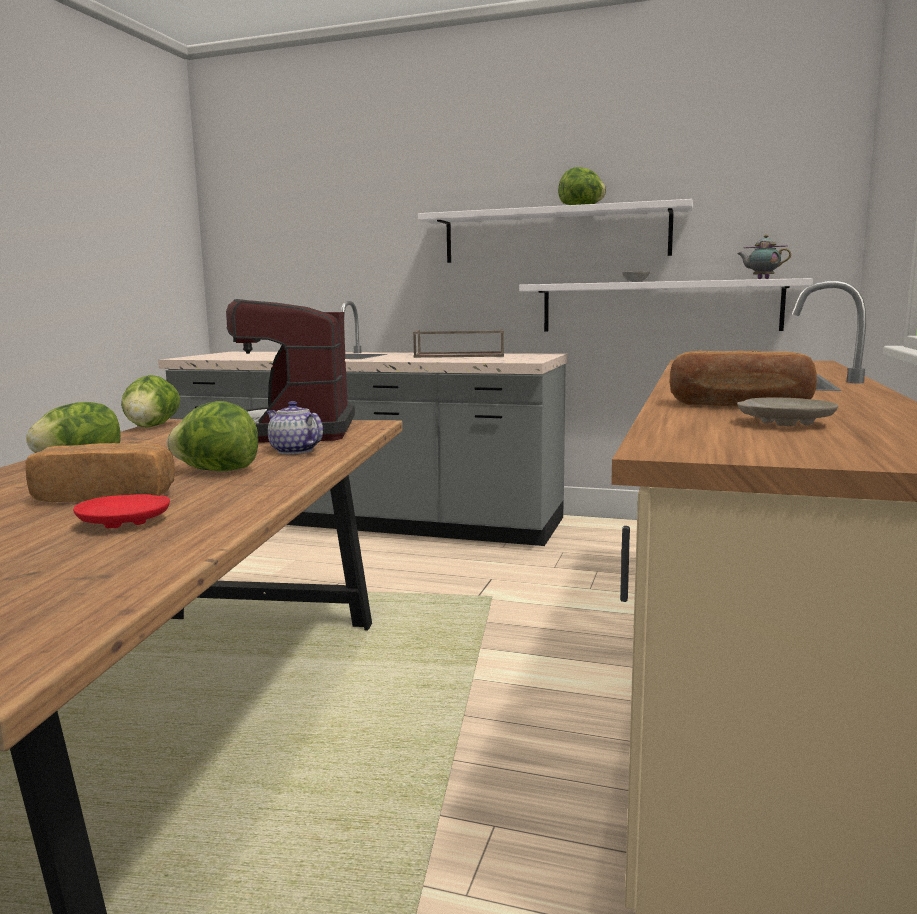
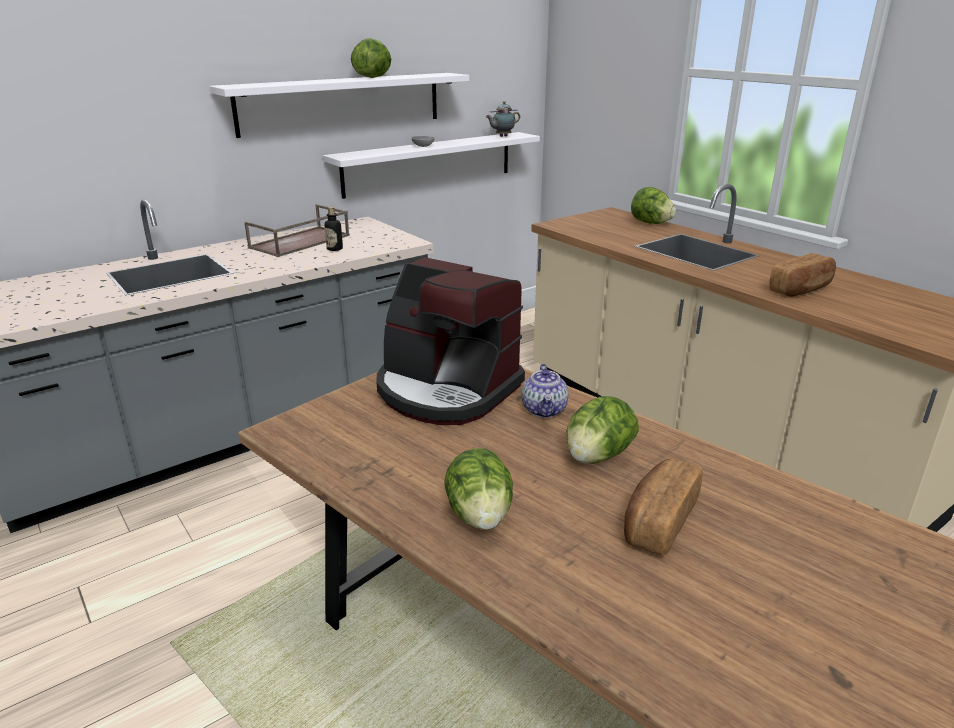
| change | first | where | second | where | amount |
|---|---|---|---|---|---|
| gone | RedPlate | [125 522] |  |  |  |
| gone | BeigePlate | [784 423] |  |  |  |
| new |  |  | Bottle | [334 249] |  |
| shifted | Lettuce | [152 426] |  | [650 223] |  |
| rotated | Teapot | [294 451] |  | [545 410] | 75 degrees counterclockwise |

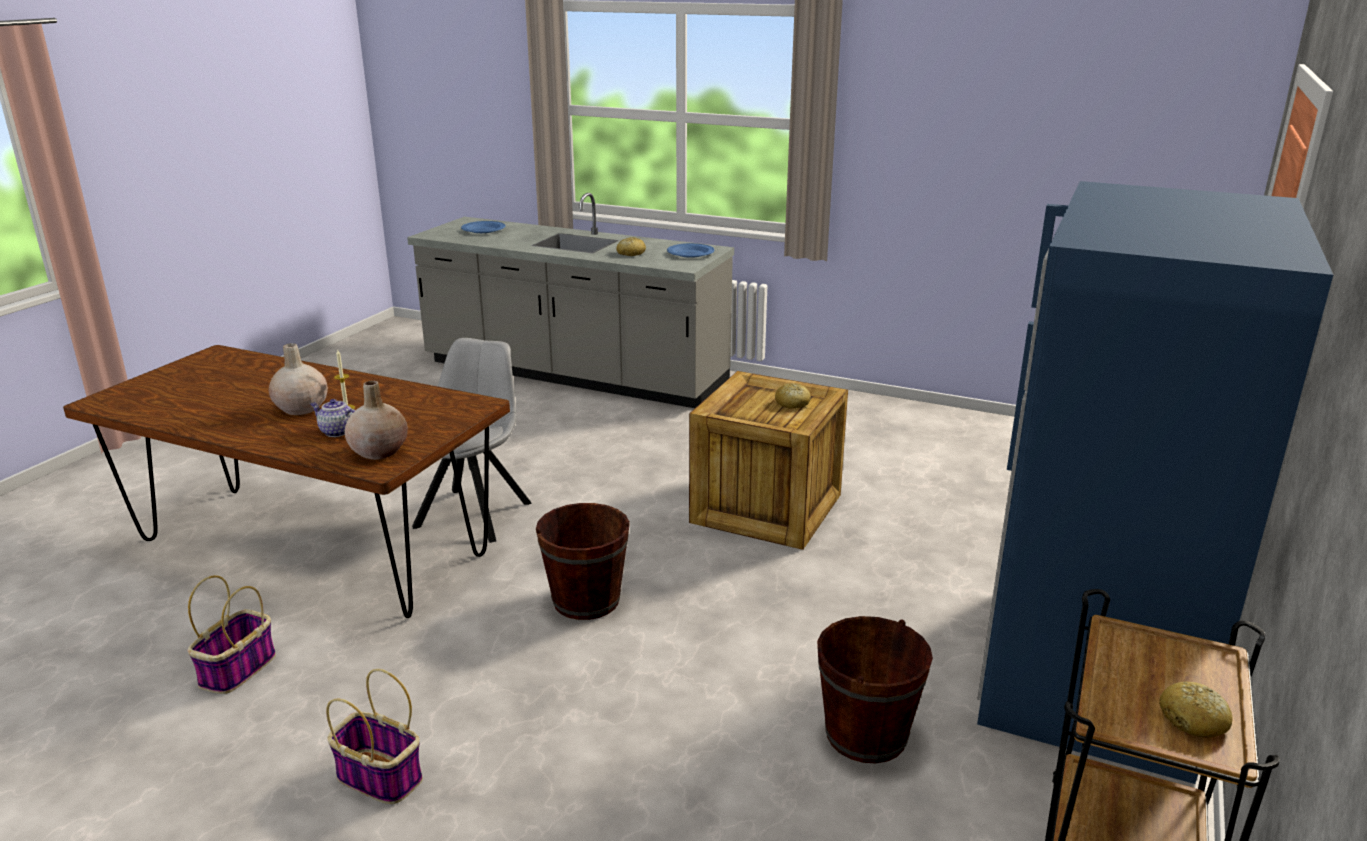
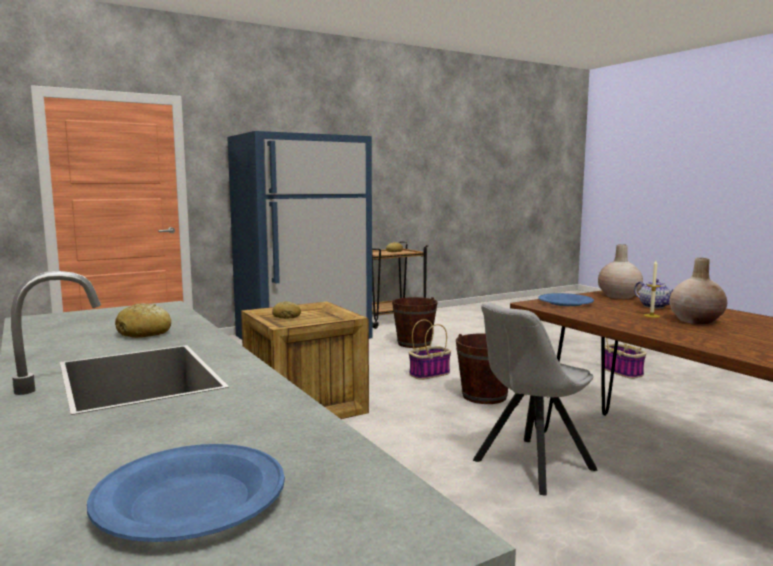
| change | first | where | second | where | amount |
|---|---|---|---|---|---|
| shifted | Basket | [237 670] |  | [429 374] |  |
| shifted | BluePlate | [690 253] |  | [565 303] |  |

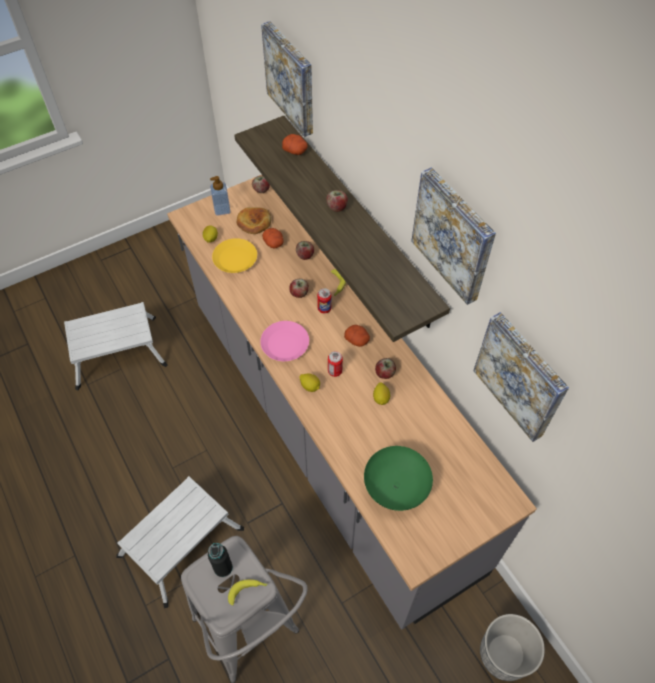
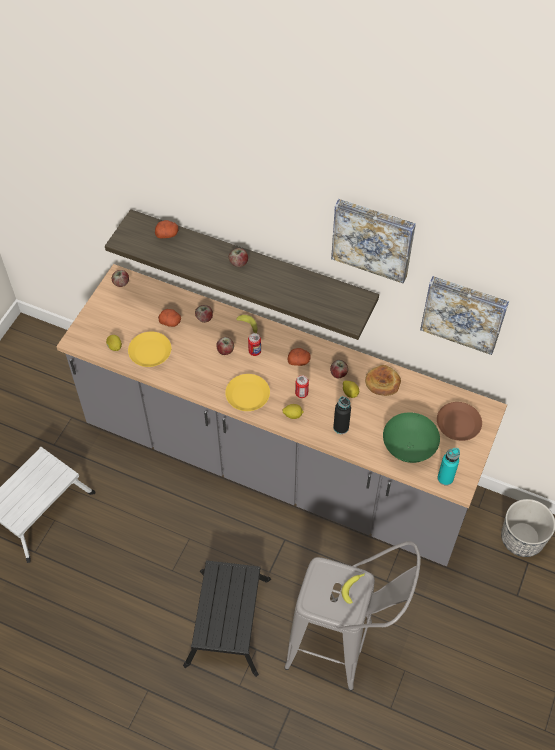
| change | first | where | second | where | amount |
|---|---|---|---|---|---|
| gone | SoapDispenser | [222 209] |  |  |  |
| gone | Picture | [292 78] |  |  |  |
| new |  |  | BrownPlate | [458 424] |  |
| new |  |  | TurquoiseBottle | [445 478] |  |
| shifted | BlackBottle | [223 568] |  | [341 427] |  |
| shifted | Bread | [254 222] |  | [382 382] |  |
| repainted | WhiteStepLadder | [180 542] | BlackStepLadder | [228 622] |  |
| repainted | PinkPlate | [285 344] | YellowPlate | [248 395] |  |

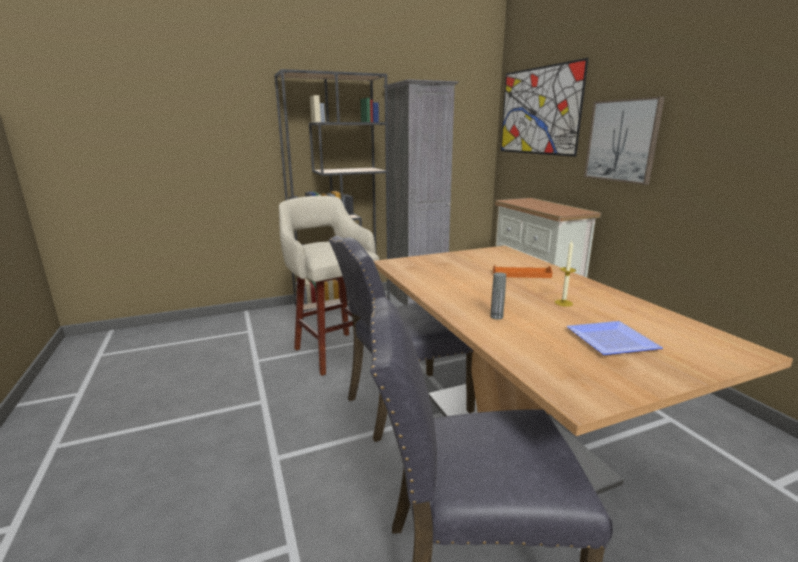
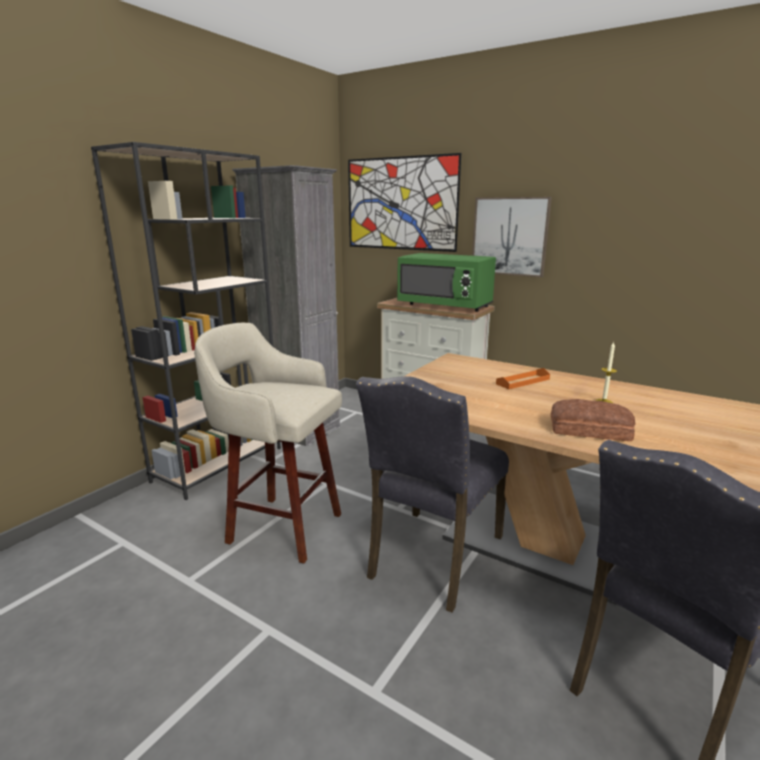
| change | first | where | second | where | amount |
|---|---|---|---|---|---|
| gone | Plate | [615 341] |  |  |  |
| new |  |  | GreenMicrowave | [445 306] |  |
| swapped | GreyBottle | [496 317] | Bread | [590 430] |  |

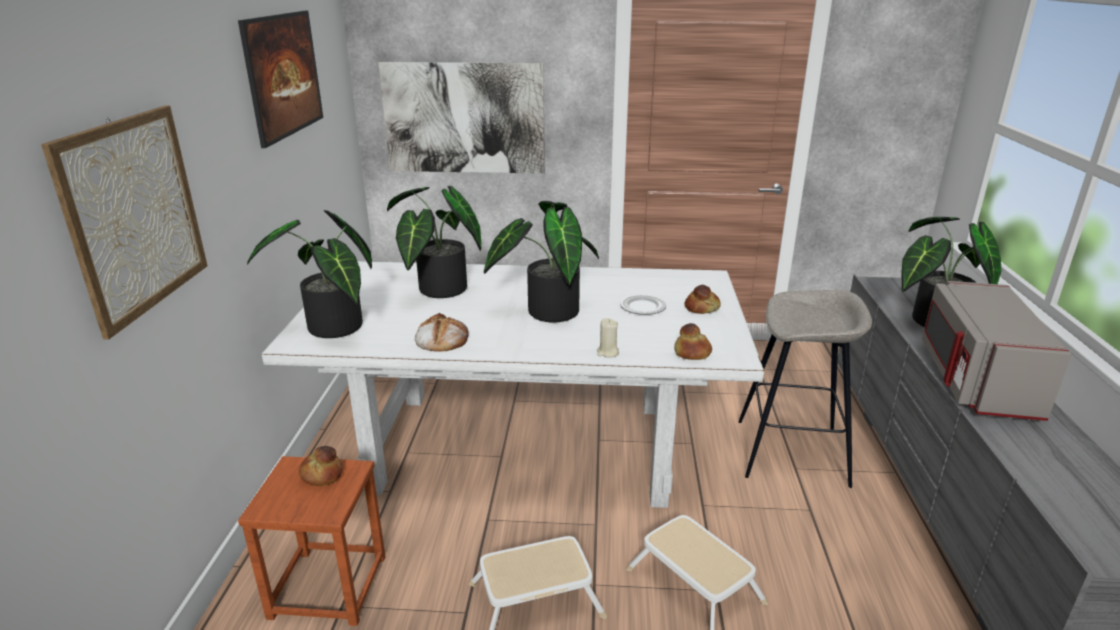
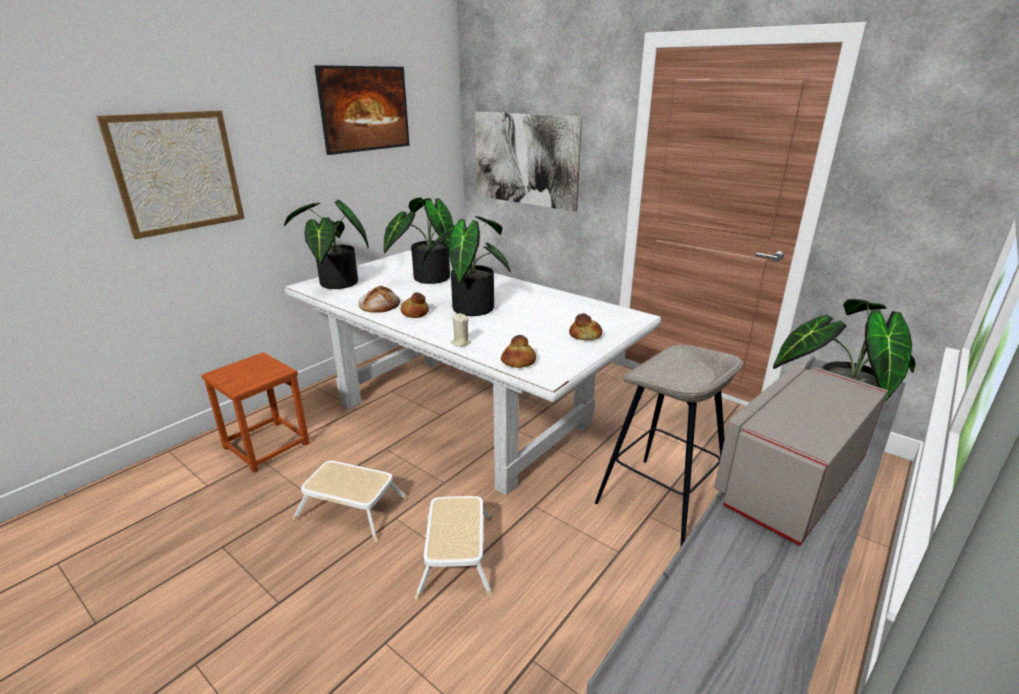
| change | first | where | second | where | amount |
|---|---|---|---|---|---|
| gone | Plate | [642 307] |  |  |  |
| shifted | Bread | [322 474] |  | [415 313] |  |

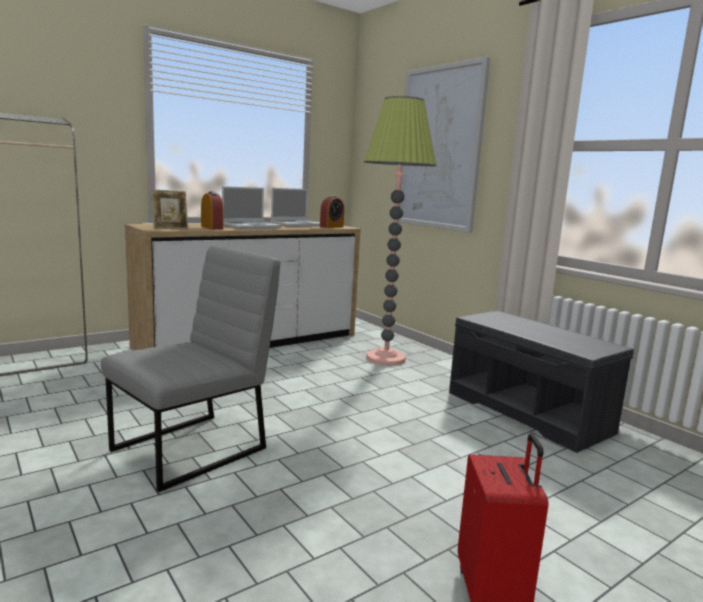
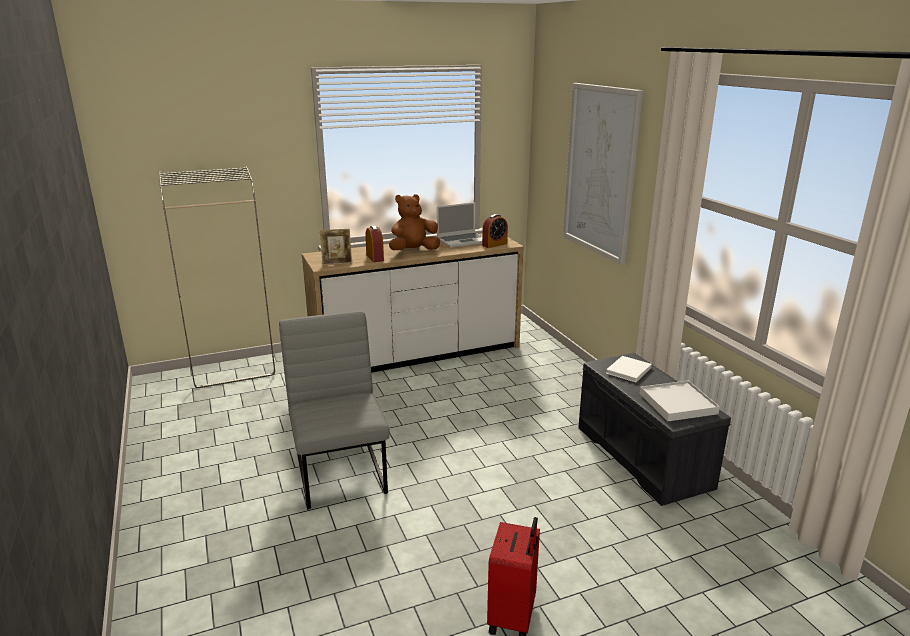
| change | first | where | second | where | amount |
|---|---|---|---|---|---|
| gone | FloorLamp | [385 358] |  |  |  |
| new |  |  | WhiteBook | [628 371] |  |
| new |  |  | WhiteTray | [677 403] |  |
| swapped | Laptop | [251 226] | BrownPlushToy | [413 251] |  |
| rotated | GreyChair | [194 448] |  | [341 471] | 75 degrees counterclockwise |

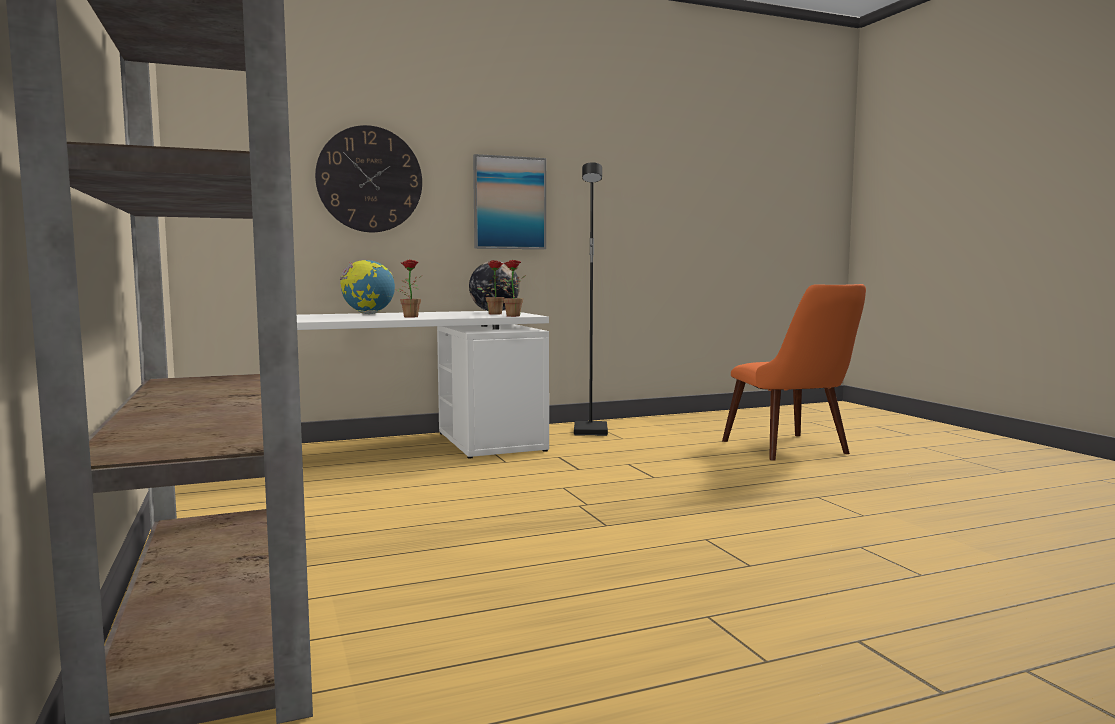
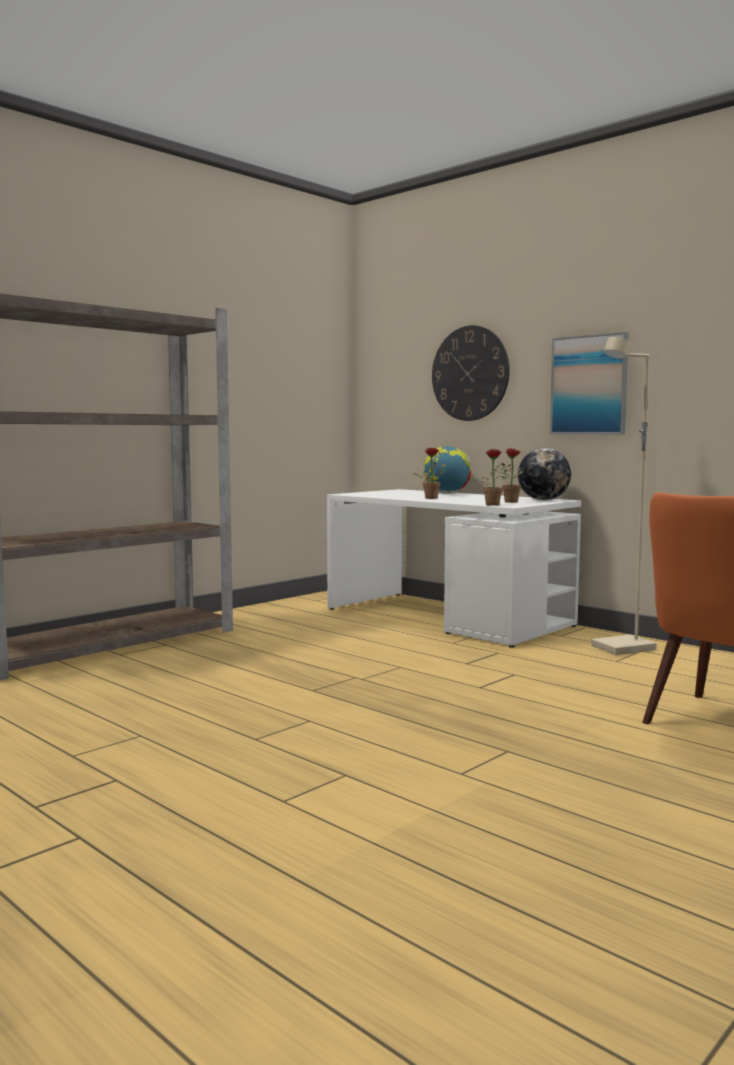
| change | first | where | second | where | amount |
|---|---|---|---|---|---|
| repainted | BlackFloorLamp | [592 431] | BeigeFloorLamp | [623 648] |  |

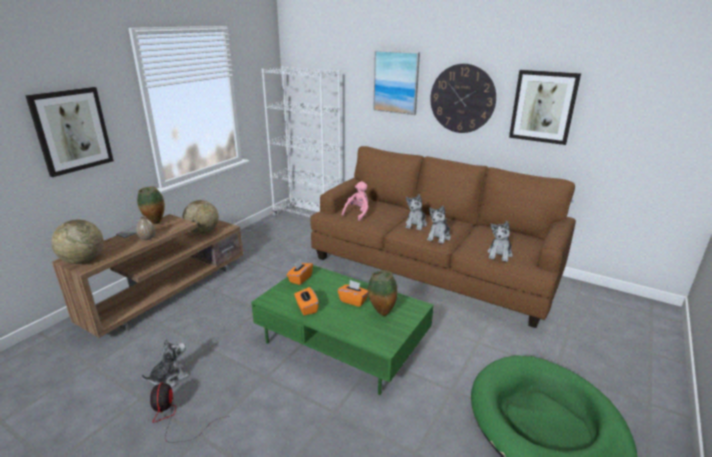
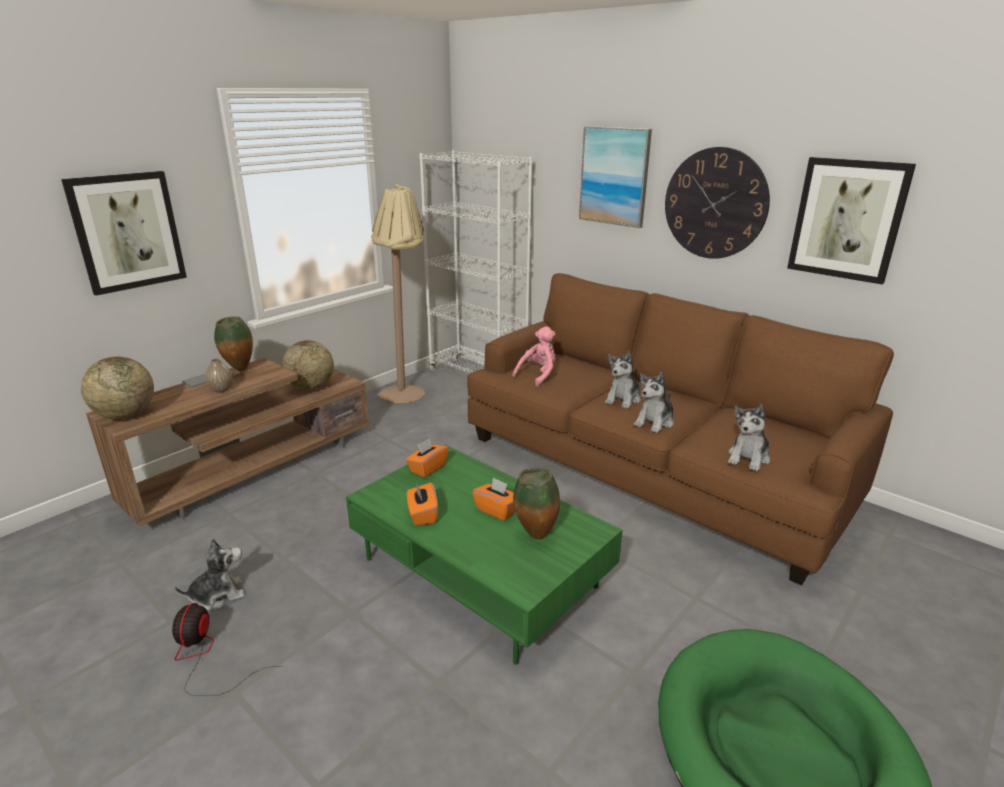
| change | first | where | second | where | amount |
|---|---|---|---|---|---|
| new |  |  | BeigeFloorLamp | [406 399] |  |

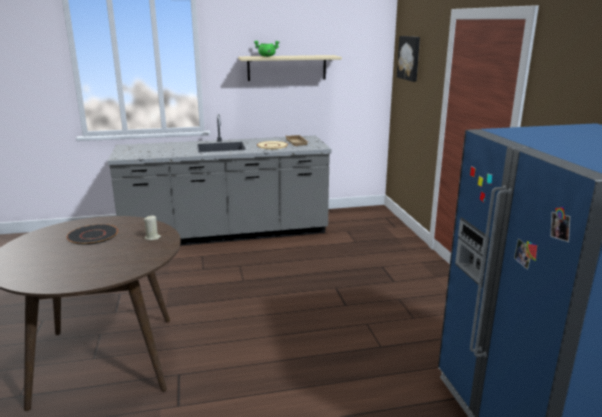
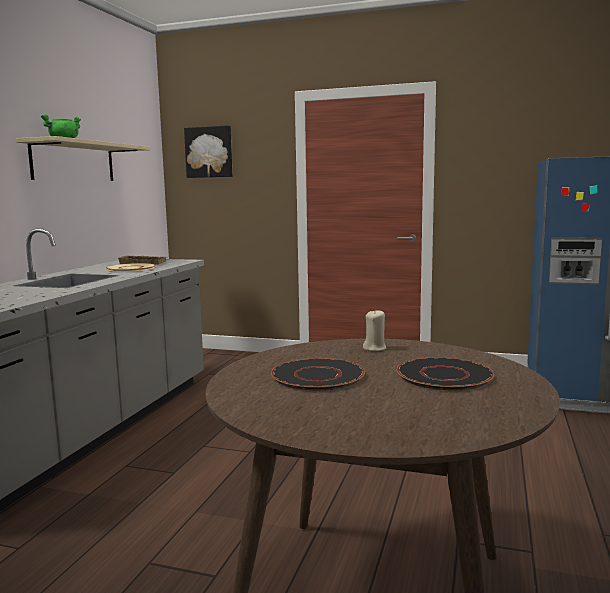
| change | first | where | second | where | amount |
|---|---|---|---|---|---|
| new |  |  | BlackPlate | [444 375] |  |

